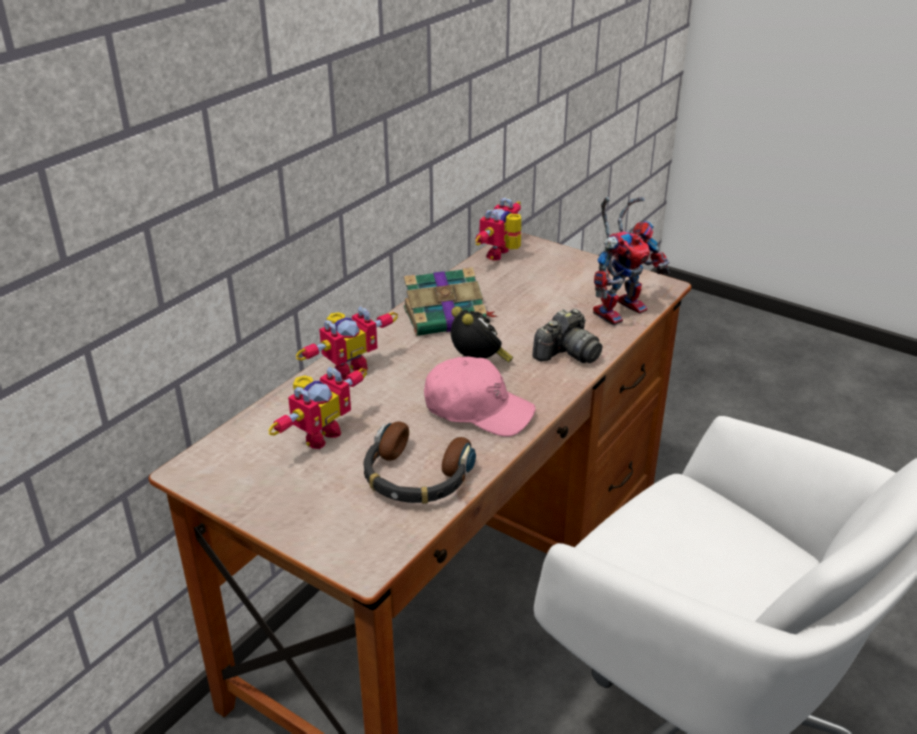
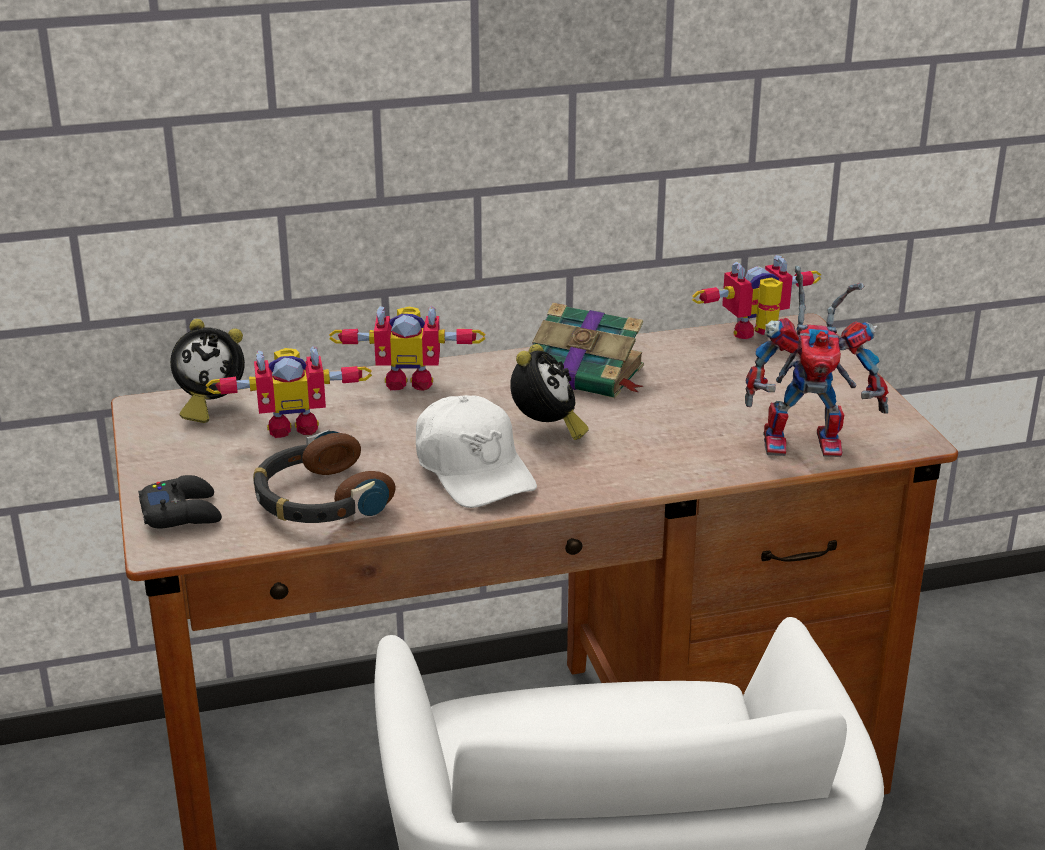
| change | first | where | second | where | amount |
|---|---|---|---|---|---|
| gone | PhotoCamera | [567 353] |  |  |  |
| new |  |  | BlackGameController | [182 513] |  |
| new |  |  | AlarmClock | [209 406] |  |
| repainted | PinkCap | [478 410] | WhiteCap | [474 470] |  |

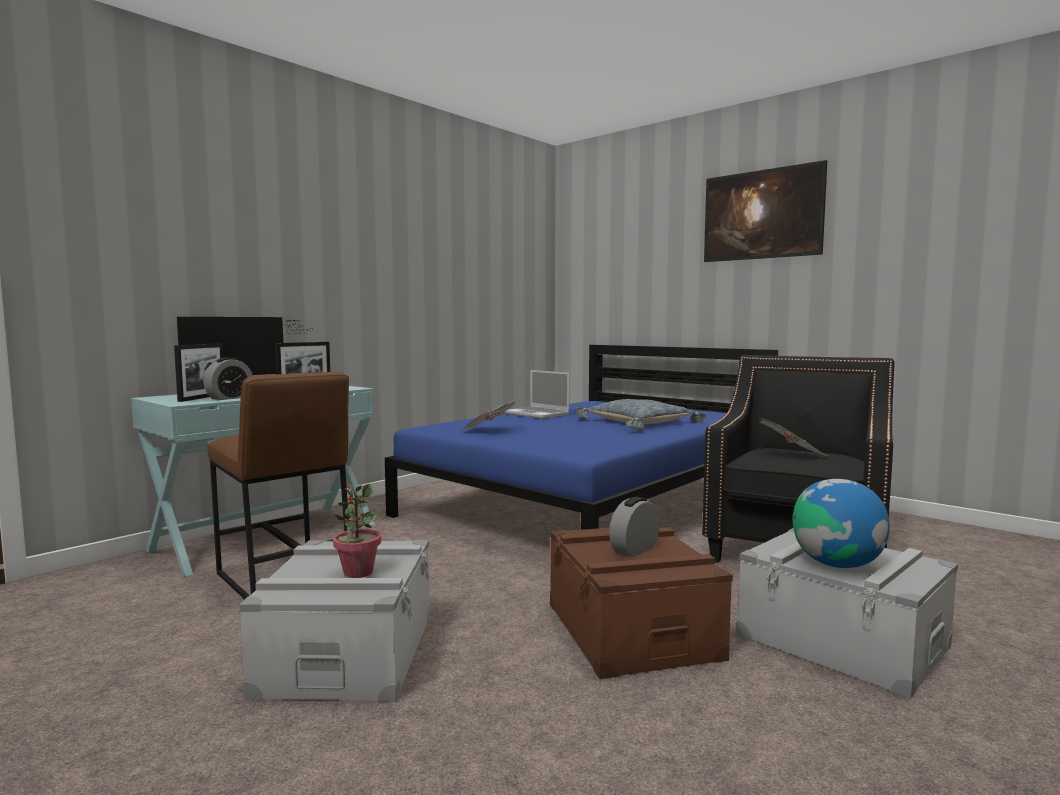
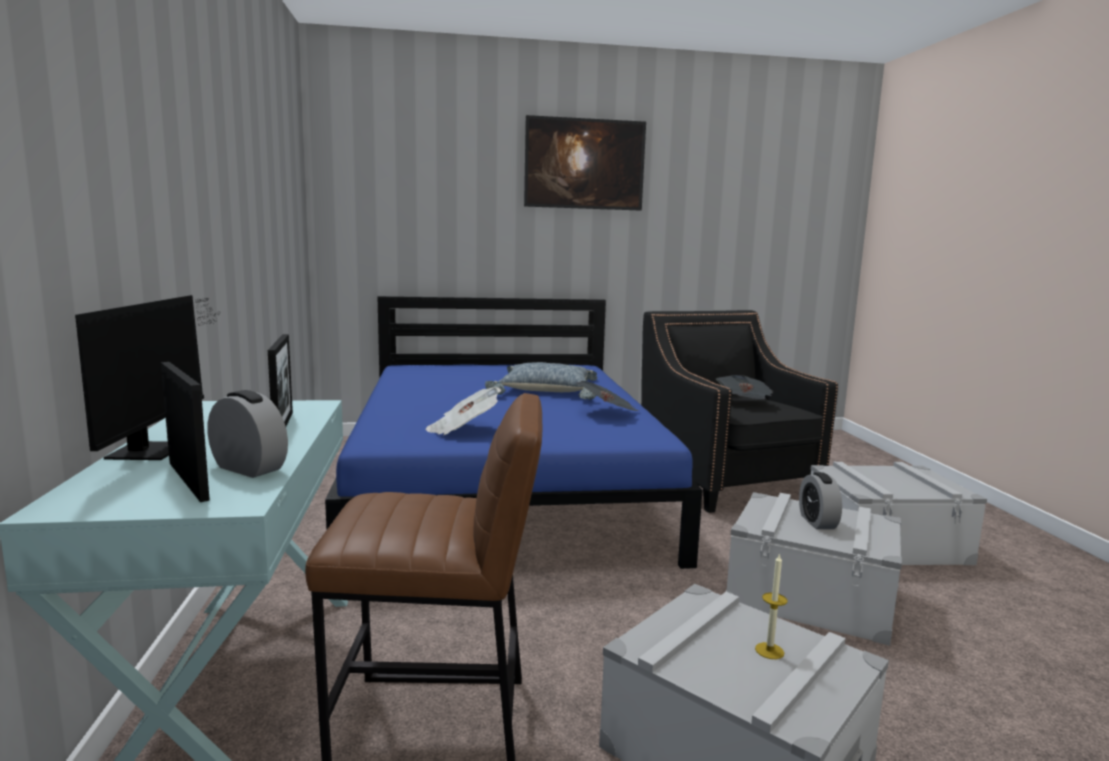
| change | first | where | second | where | amount |
|---|---|---|---|---|---|
| gone | Laptop | [538 414] |  |  |  |
| gone | Globe | [837 564] |  |  |  |
| new |  |  | Newspaper | [608 413] |  |
| swapped | PottedPlant | [358 572] | Candle | [769 651] |  |
| repainted | BrownStorageBox | [631 630] | GreyStorageBox | [810 595] |  |
| rotated | AlarmClock | [229 398] |  | [249 468] | 45 degrees counterclockwise |

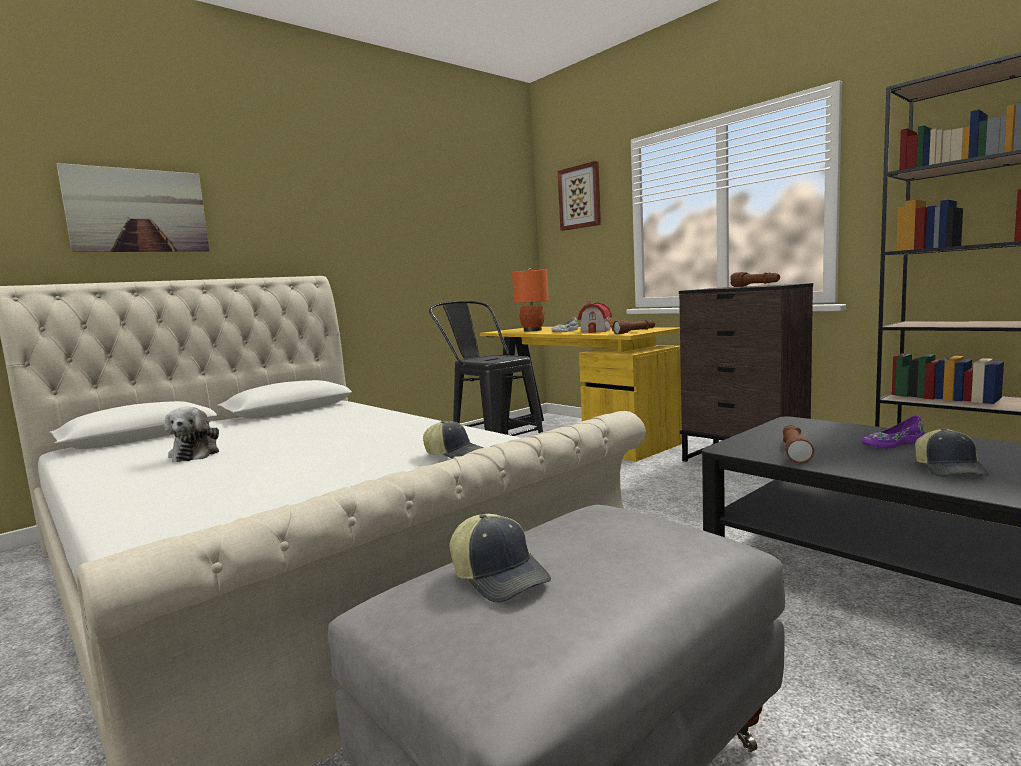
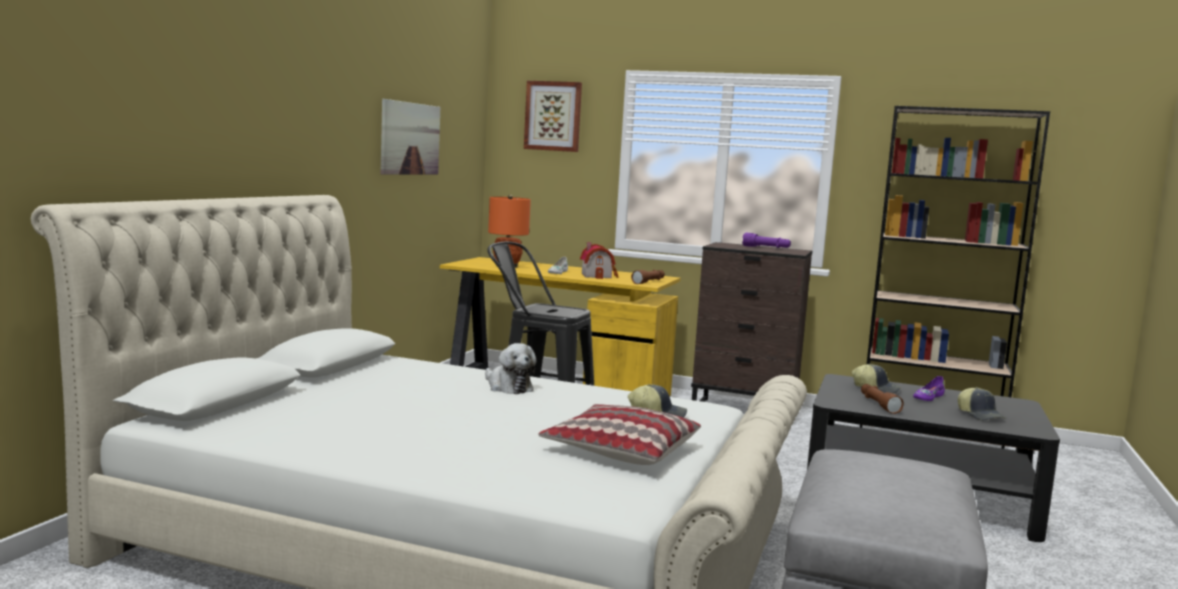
| change | first | where | second | where | amount |
|---|---|---|---|---|---|
| new |  |  | Pillow | [620 451] |  |
| shifted | Picture | [138 211] |  | [410 138] |  |
| shifted | PlushToy | [196 454] |  | [508 387] |  |
| shifted | Cap | [500 577] |  | [876 388] |  |
| repainted | BrownFlashlight | [755 286] | PurpleFlashlight | [766 248] |  |

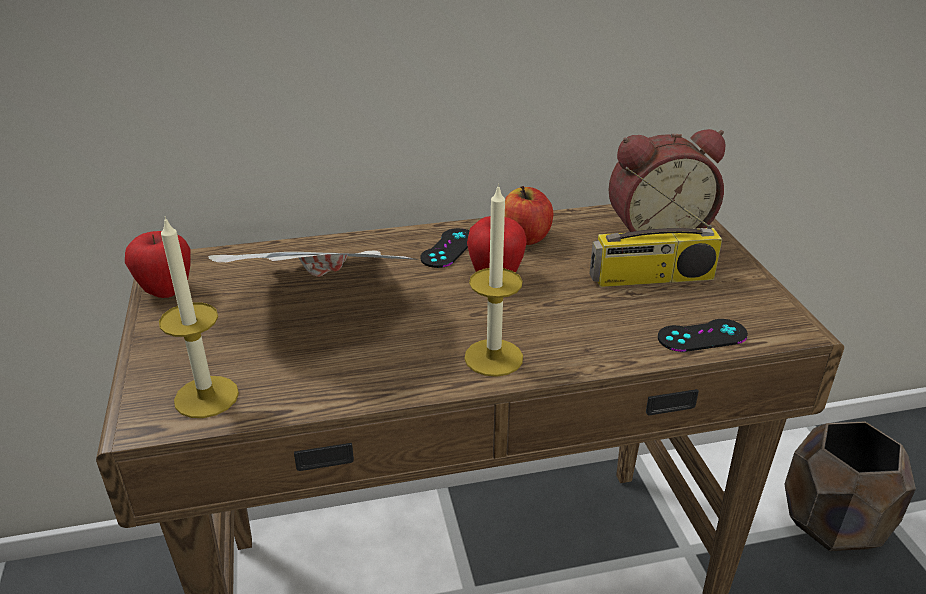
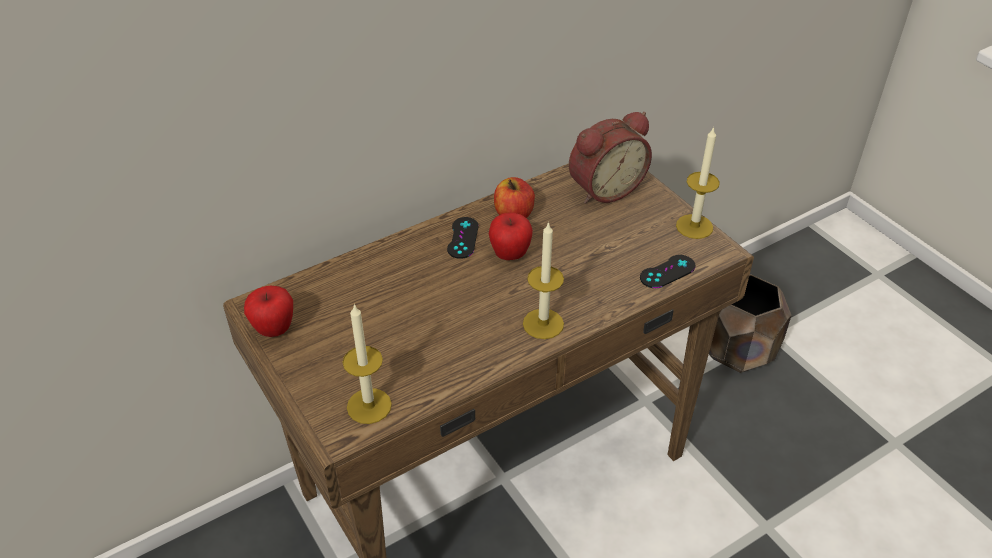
| change | first | where | second | where | amount |
|---|---|---|---|---|---|
| gone | Newspaper | [326 302] |  |  |  |
| gone | Radio | [651 278] |  |  |  |
| new |  |  | Candle | [694 226] |  |

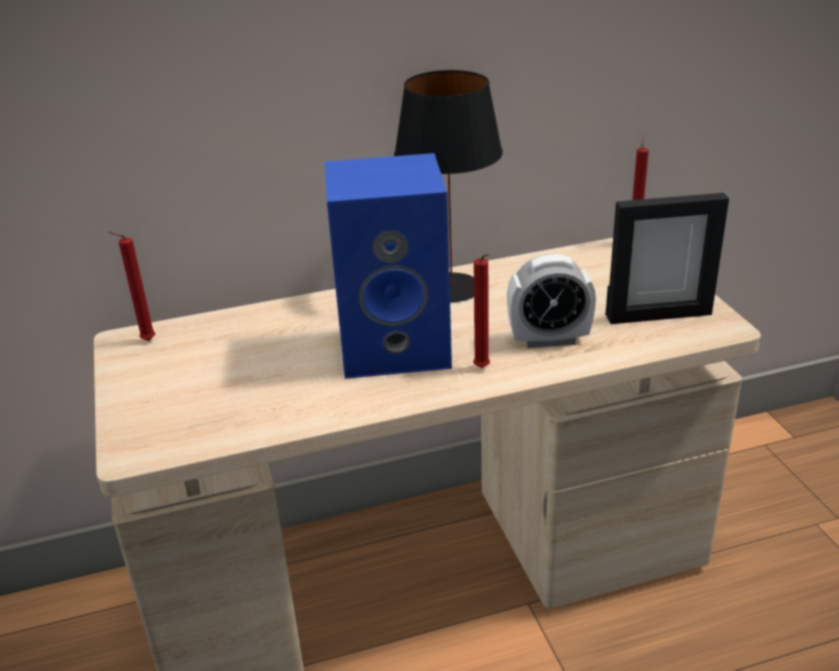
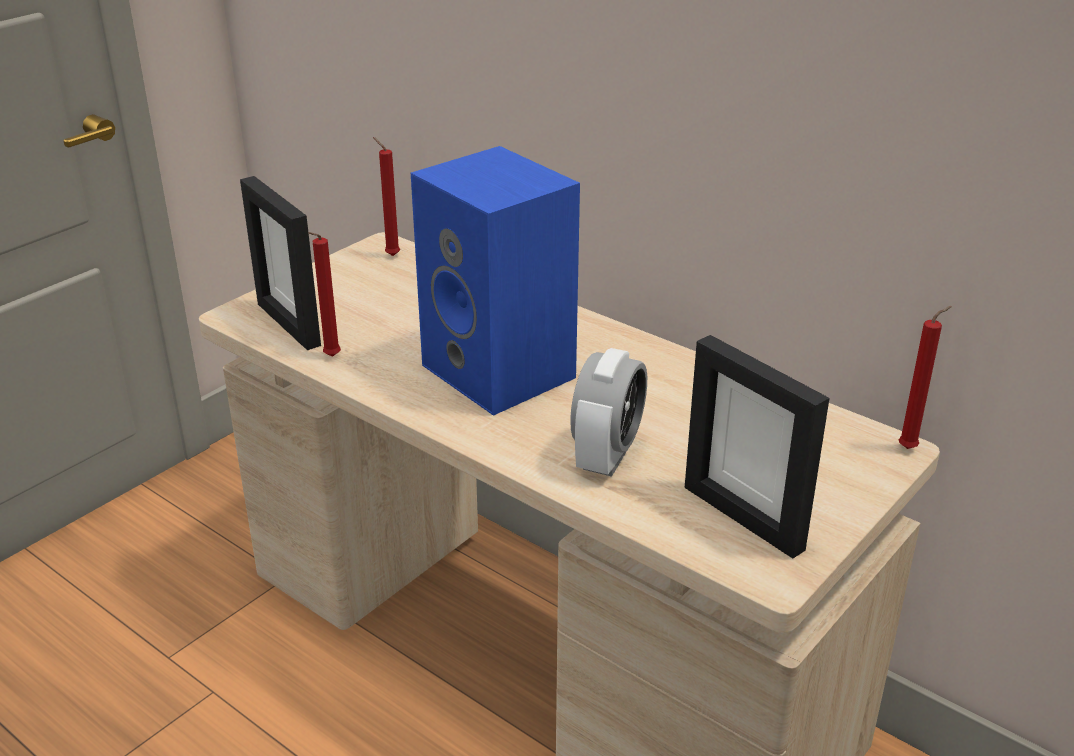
| change | first | where | second | where | amount |
|---|---|---|---|---|---|
| gone | BlackTableLamp | [452 288] |  |  |  |
| new |  |  | PictureFrame | [291 323] |  |
| shifted | RedCandle | [482 369] |  | [330 357] |  |
| rotated | AlarmClock | [549 339] |  | [607 456] | 120 degrees counterclockwise |

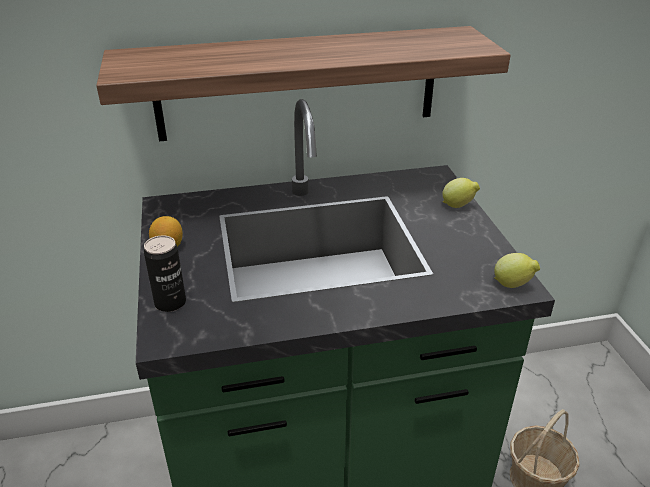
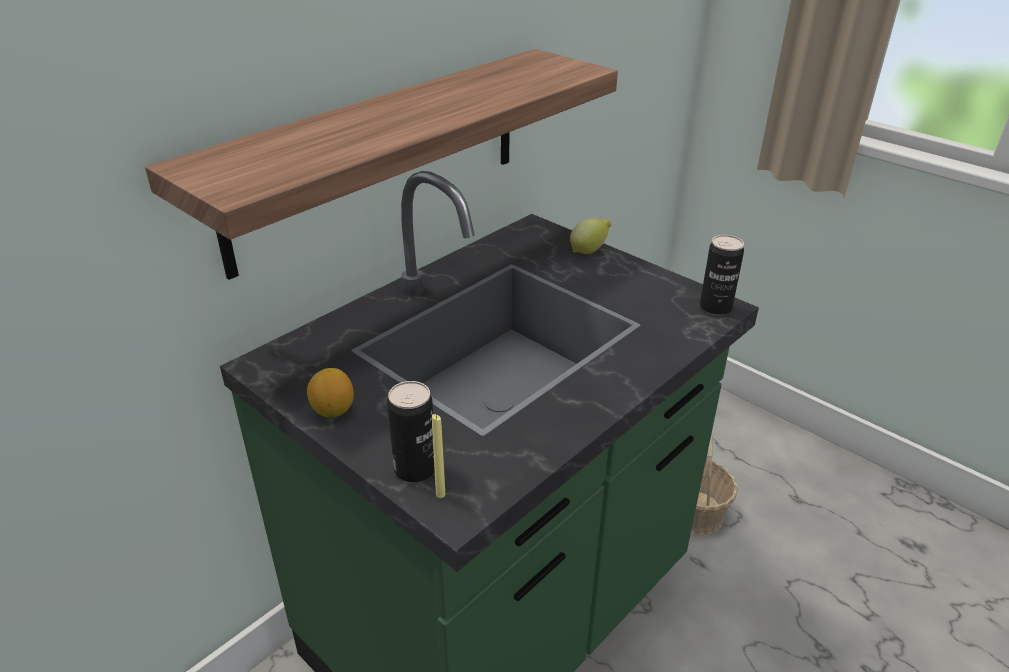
| change | first | where | second | where | amount |
|---|---|---|---|---|---|
| new |  |  | YellowCandle | [440 494] |  |
| swapped | Lemon | [513 285] | Can | [715 307] |  |

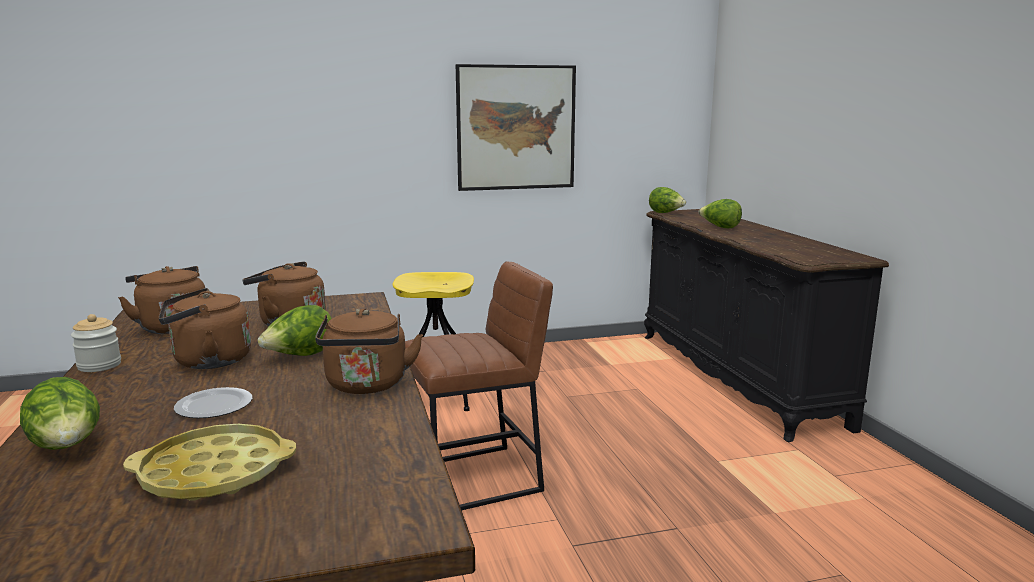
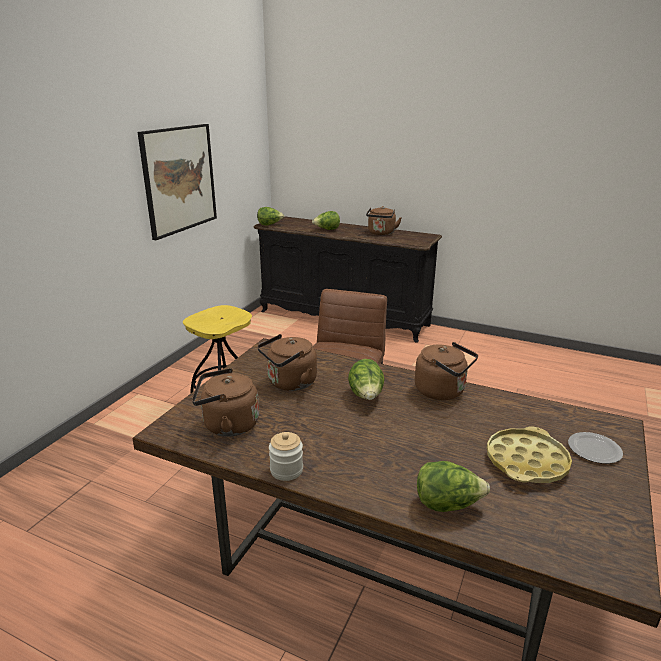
| change | first | where | second | where | amount |
|---|---|---|---|---|---|
| shifted | BrownKettle | [207 361] |  | [381 233] |  |
| shifted | Plate | [215 406] |  | [593 449] |  |

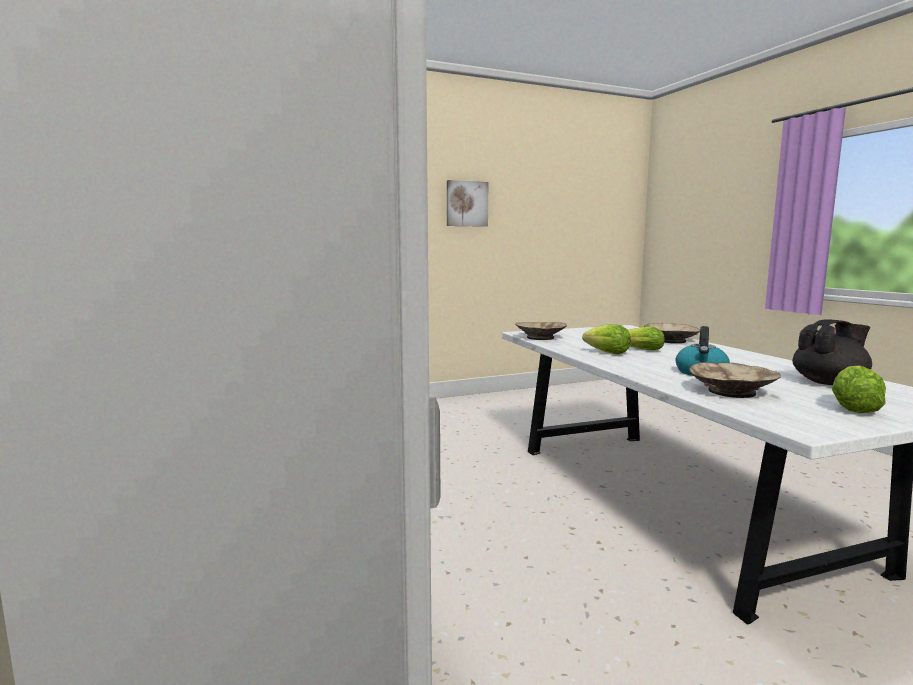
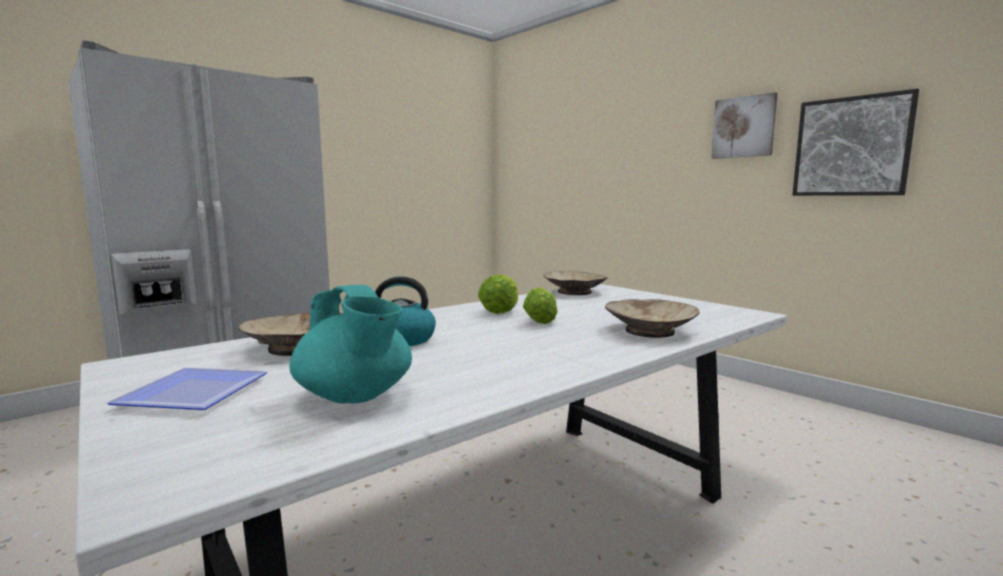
| change | first | where | second | where | amount |
|---|---|---|---|---|---|
| new |  |  | Picture | [851 147] |  |
| swapped | Lettuce | [853 408] | Plate | [193 392] |  |
| repainted | BlackTeapot | [829 383] | TurquoiseTeapot | [355 396] |  |

